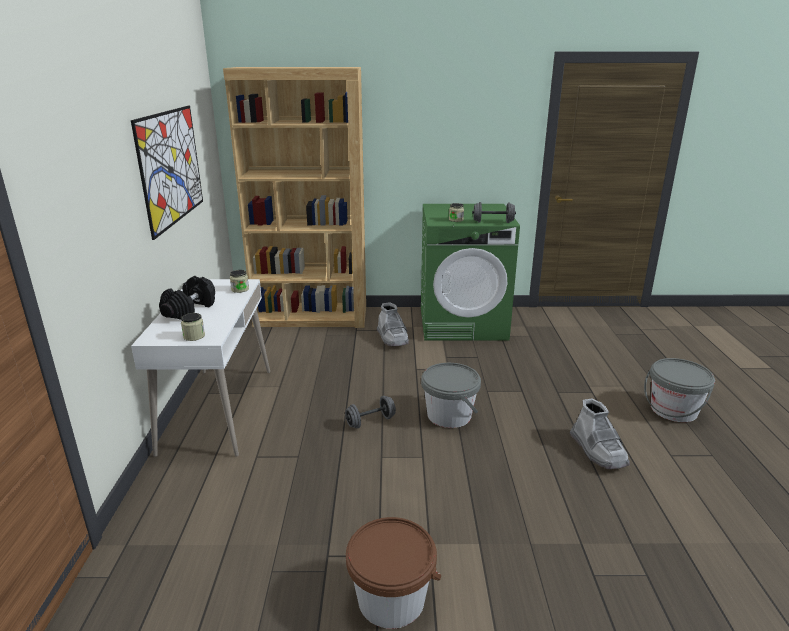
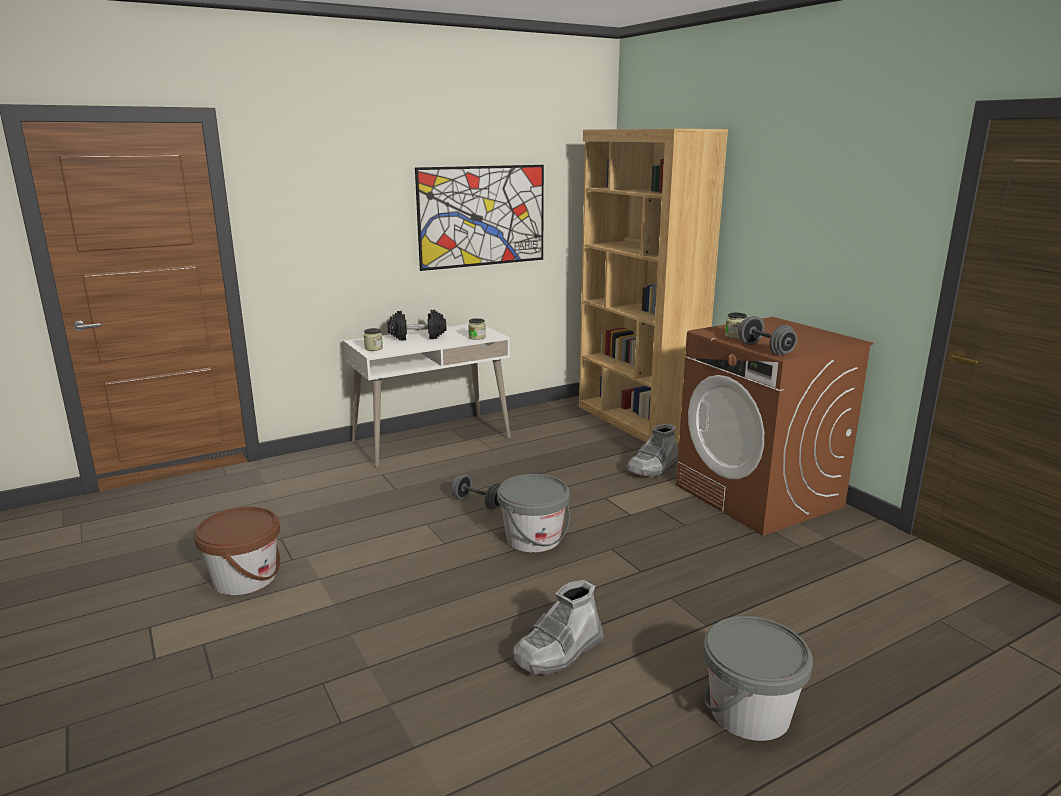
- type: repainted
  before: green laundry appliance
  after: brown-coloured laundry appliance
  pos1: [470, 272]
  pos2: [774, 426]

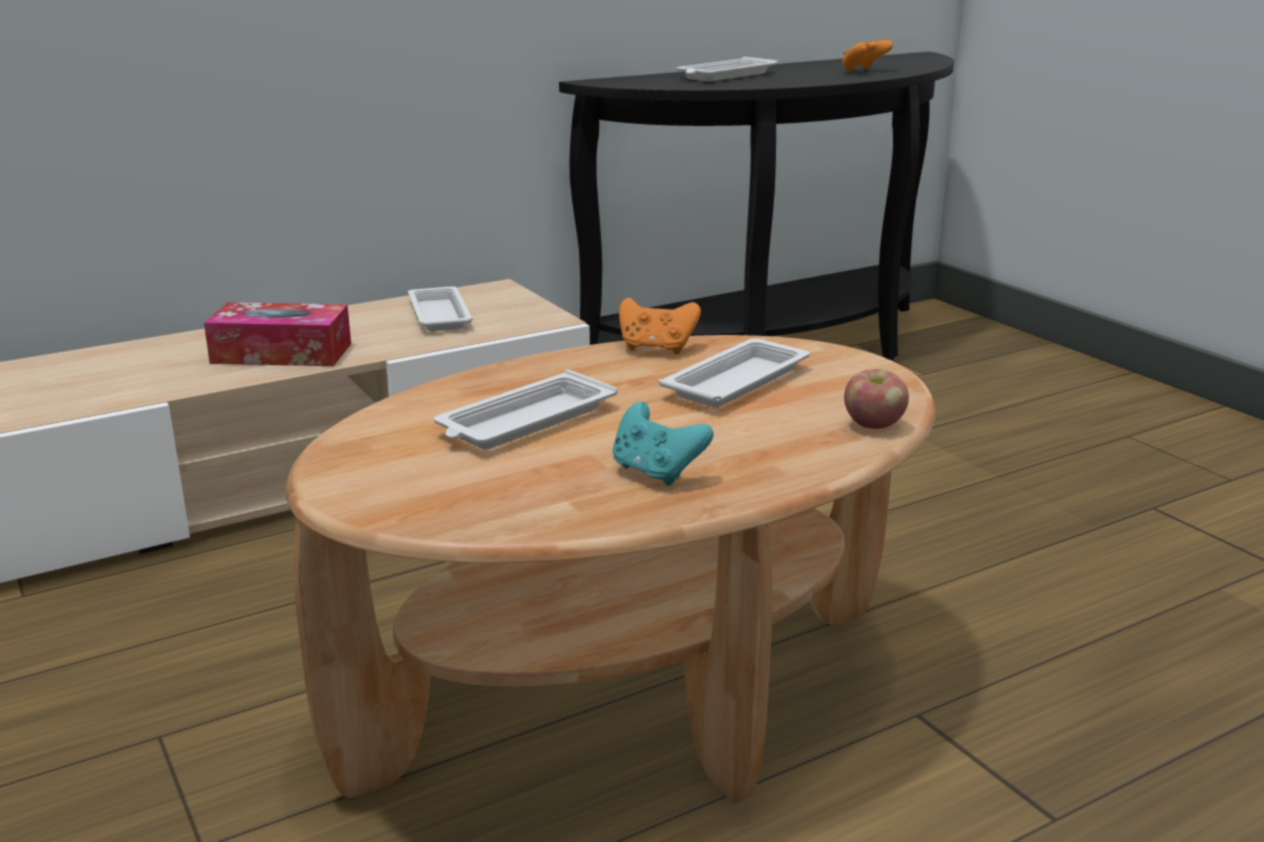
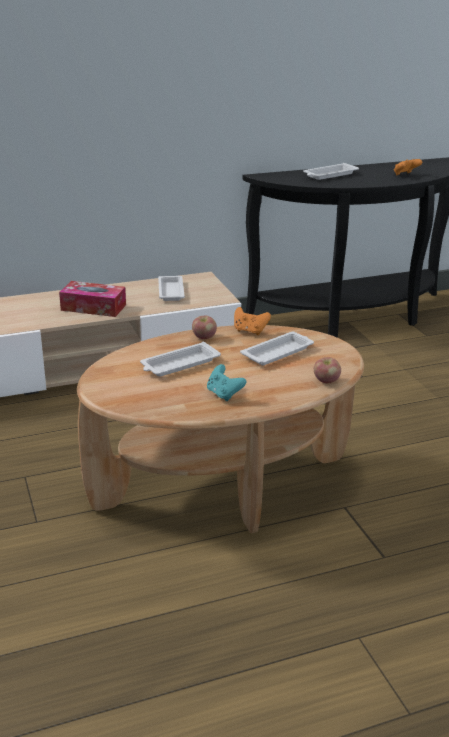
- type: new
  after: whole apple
  pos2: [204, 327]

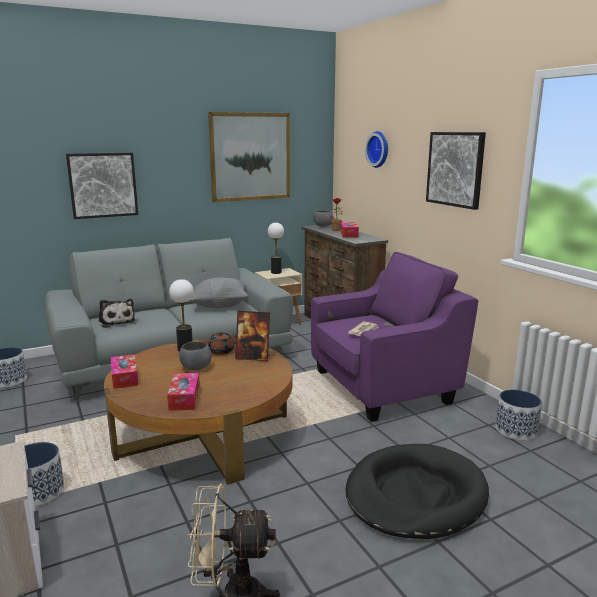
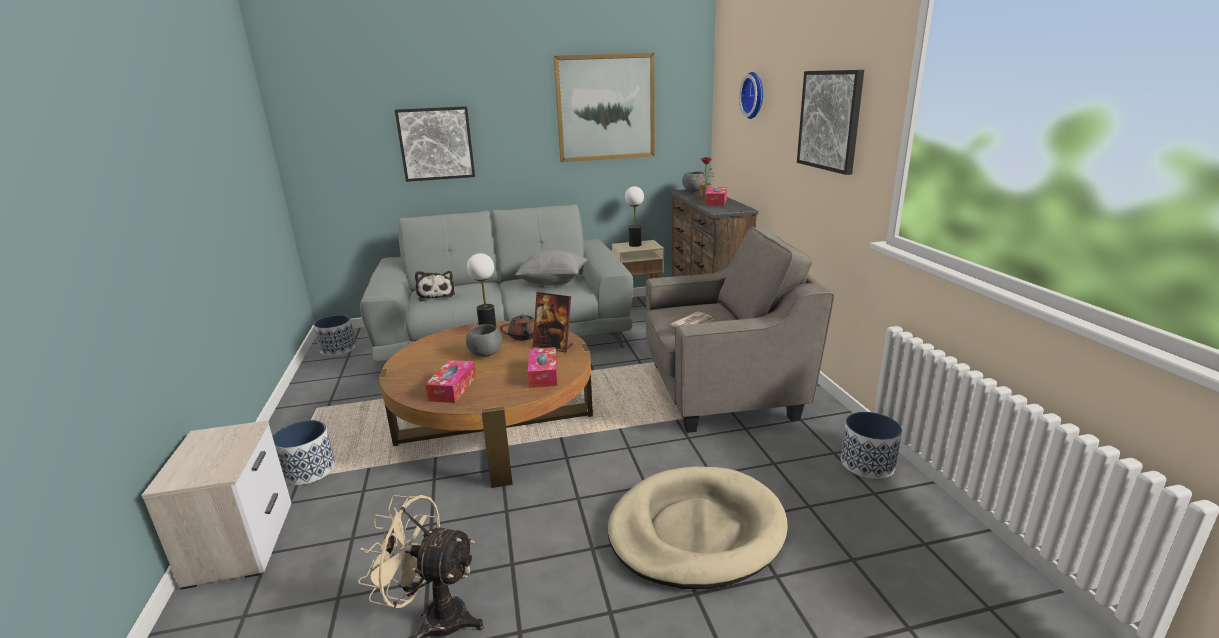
- type: shifted
  before: tissue box
  pos1: [124, 371]
  pos2: [542, 367]
- type: repainted
  before: purple-coloured armchair
  after: greyish armchair
  pos1: [394, 337]
  pos2: [740, 330]
- type: repainted
  before: blackish dog bed
  after: beige dog bed
  pos1: [417, 491]
  pos2: [698, 528]

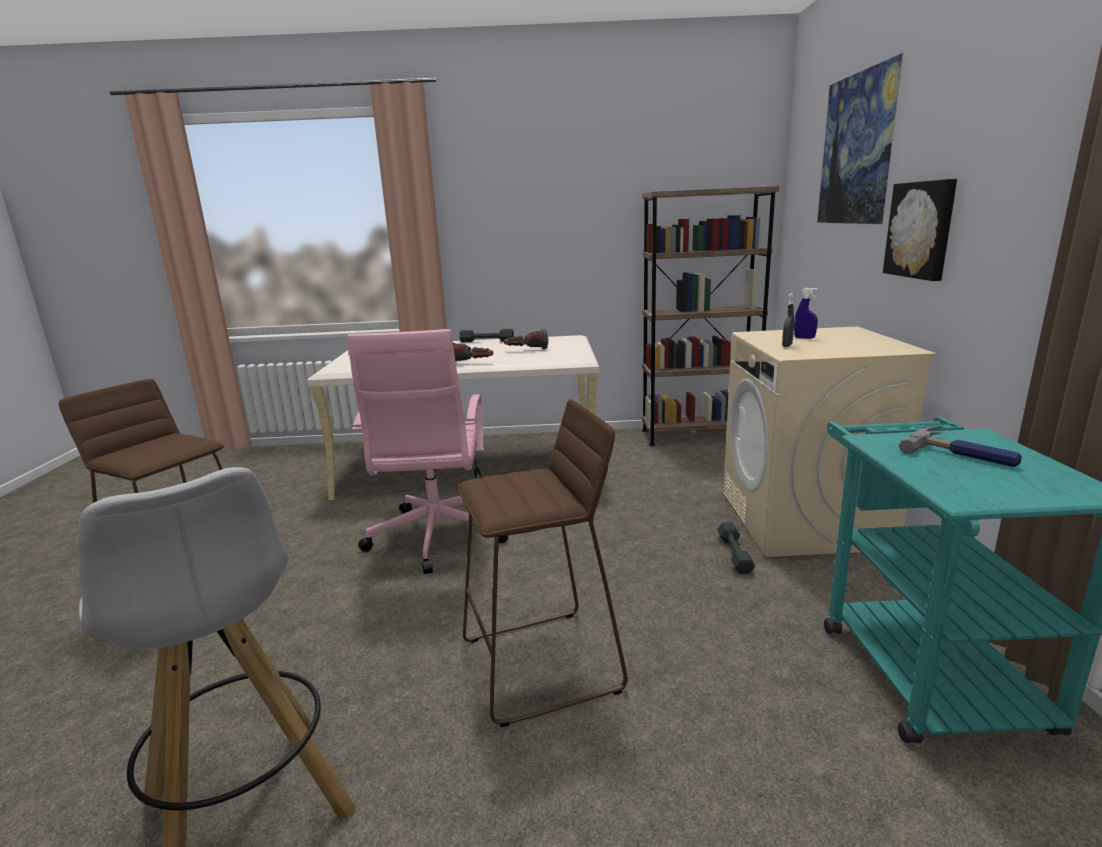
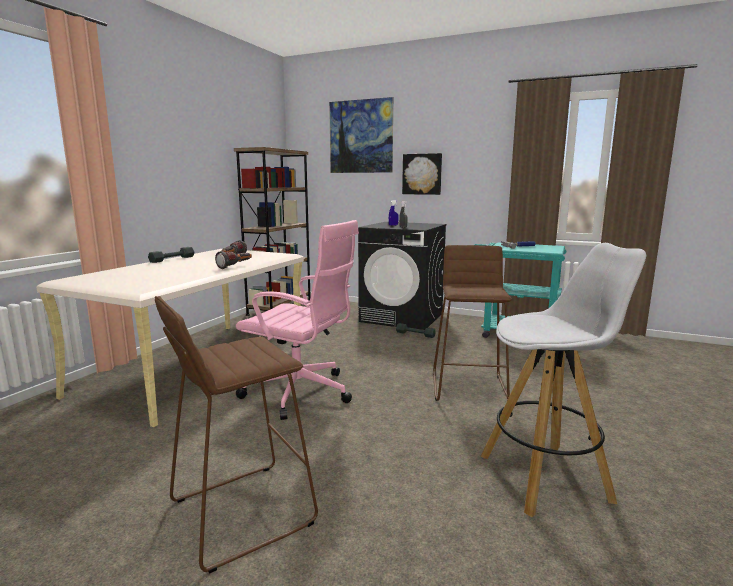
- type: repainted
  before: beige laundry appliance
  after: blackish laundry appliance
  pos1: [830, 441]
  pos2: [402, 276]

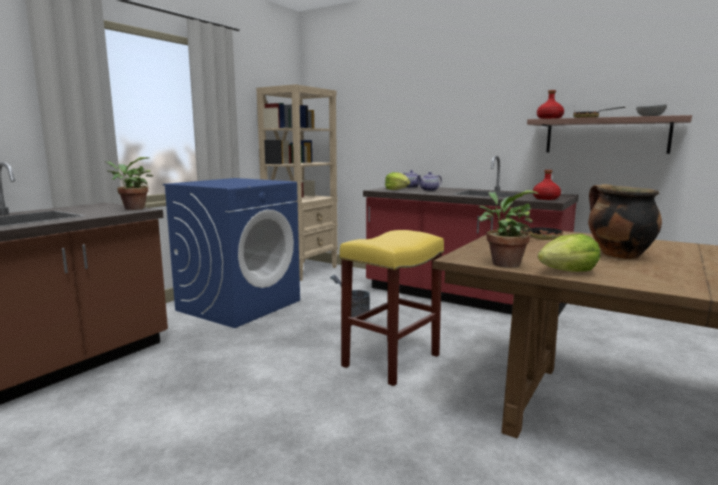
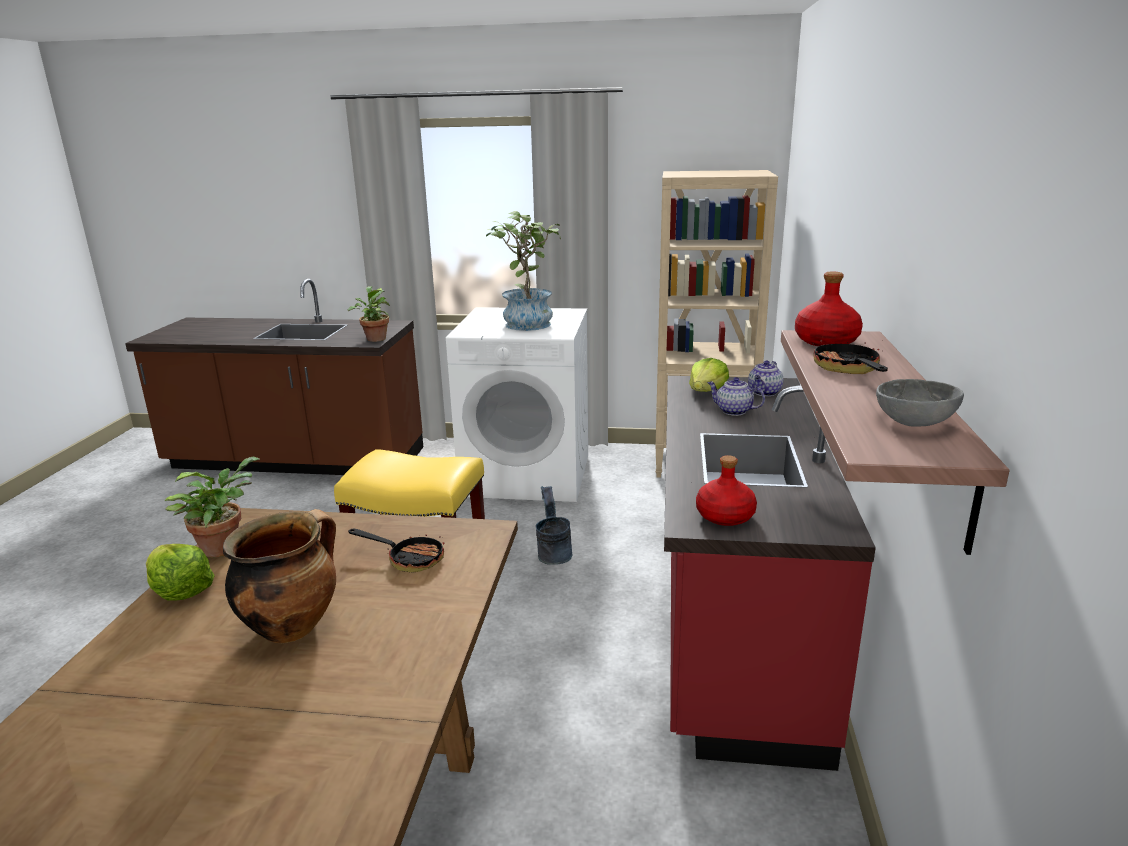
- type: new
  after: houseplant
  pos2: [523, 271]
- type: repainted
  before: bluish laundry appliance
  after: whitish laundry appliance
  pos1: [231, 253]
  pos2: [517, 404]

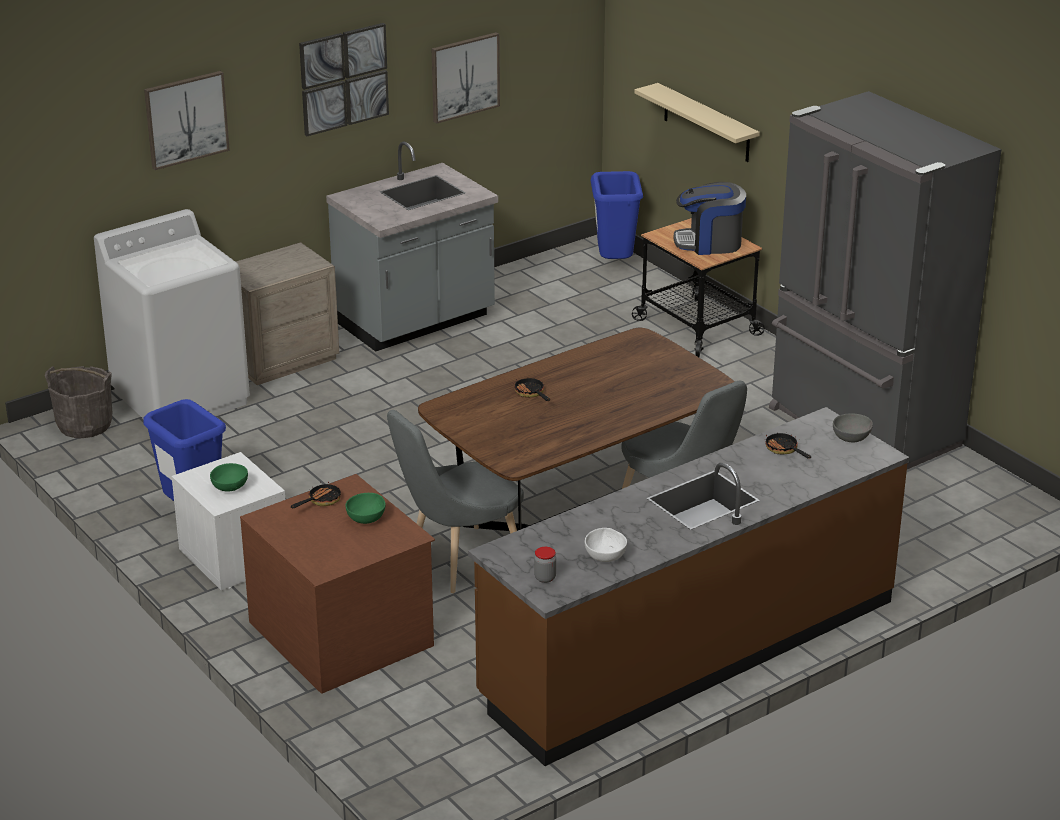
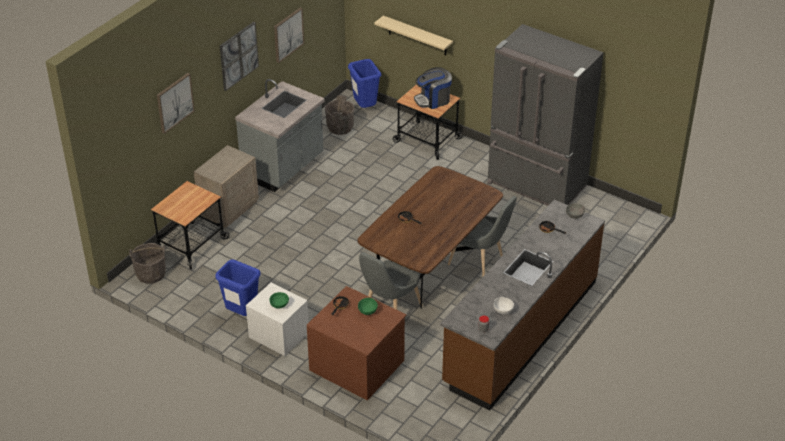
- type: new
  after: greyish water bucket
  pos2: [339, 115]
- type: swapped
  before: whitish laundry appliance
  after: trolley
  pos1: [172, 314]
  pos2: [190, 225]

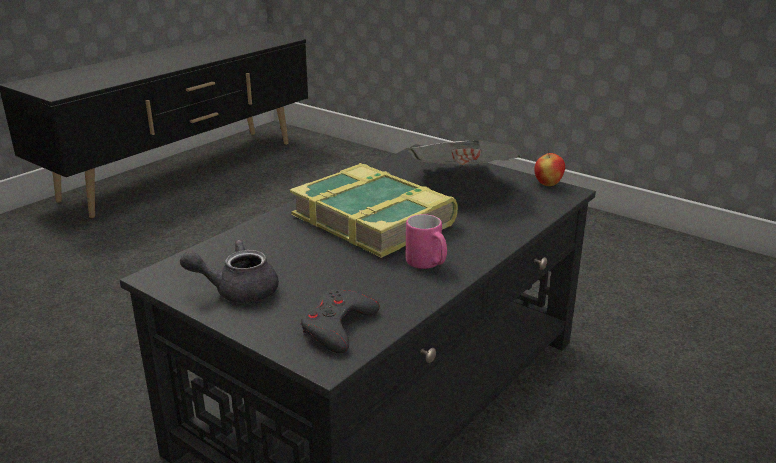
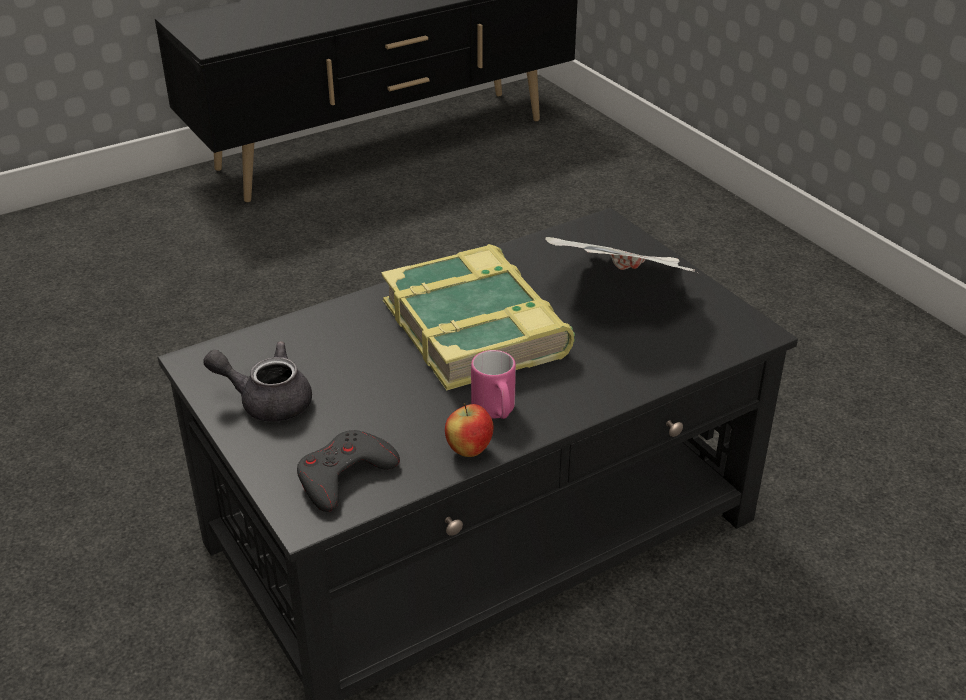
- type: shifted
  before: whole apple
  pos1: [549, 168]
  pos2: [469, 430]

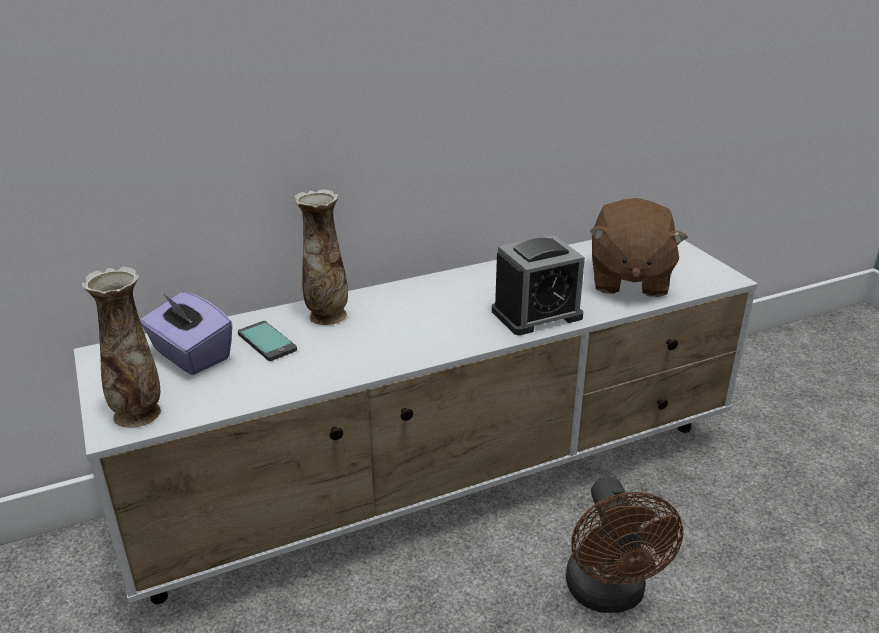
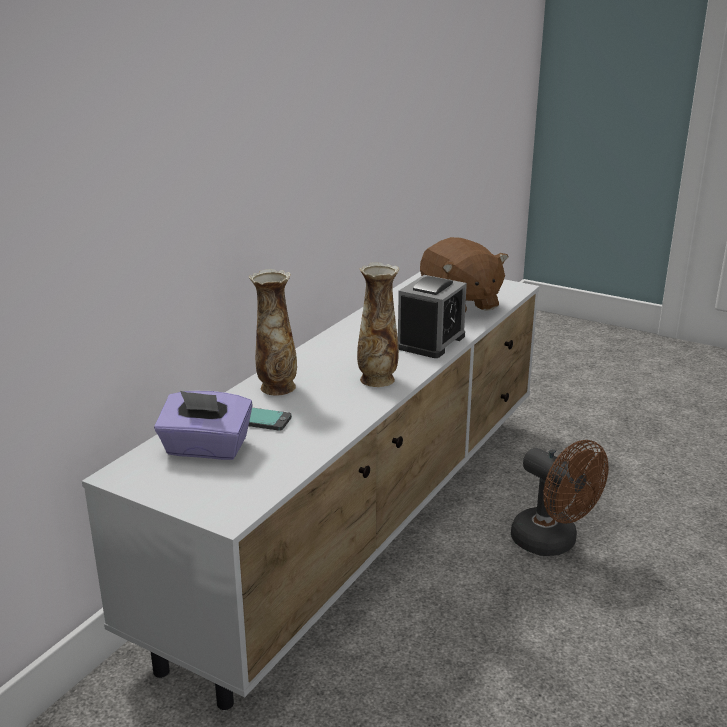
- type: shifted
  before: flower vase
  pos1: [121, 347]
  pos2: [378, 324]

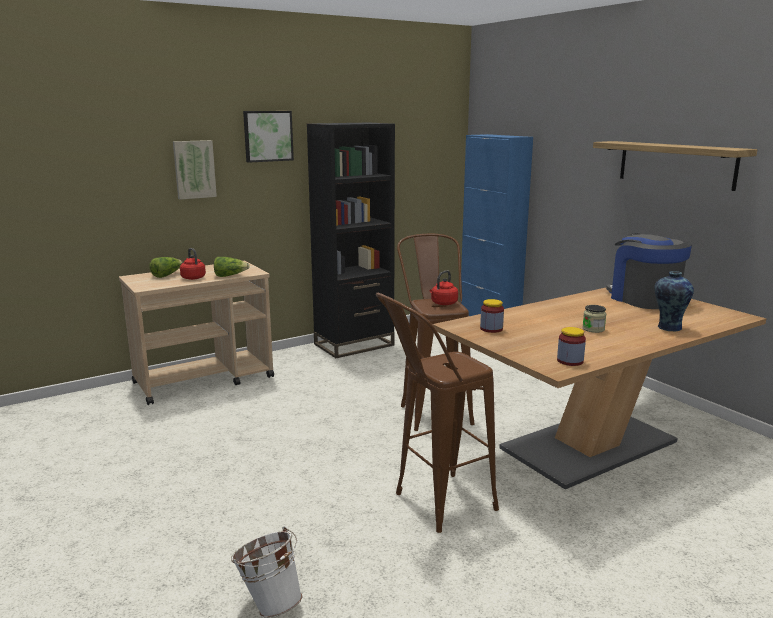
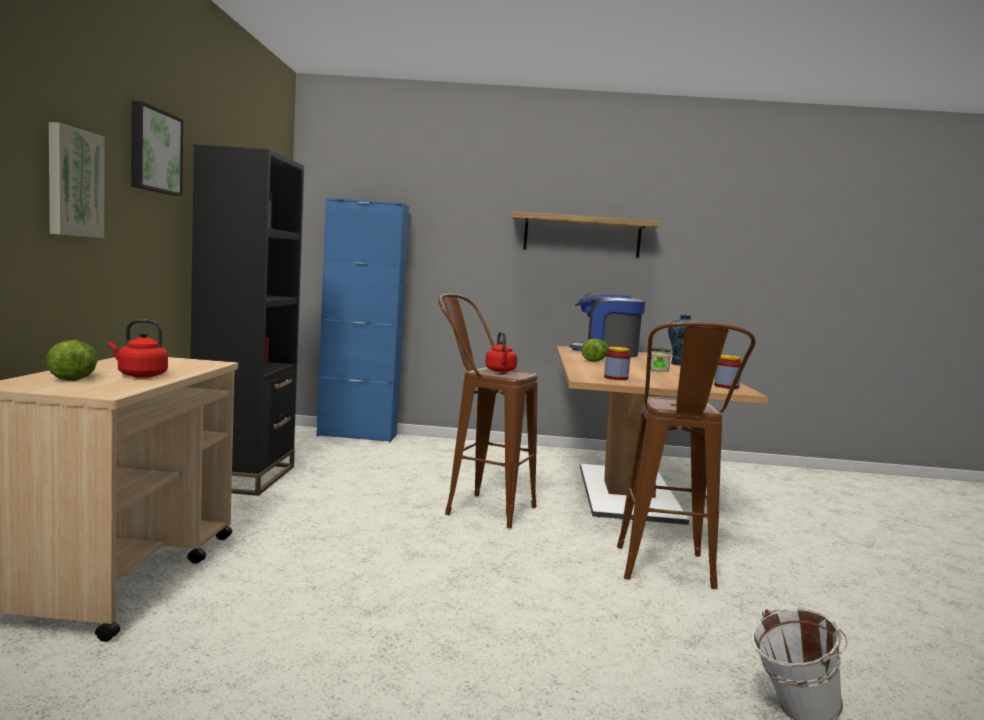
- type: shifted
  before: lettuce
  pos1: [232, 267]
  pos2: [595, 350]

